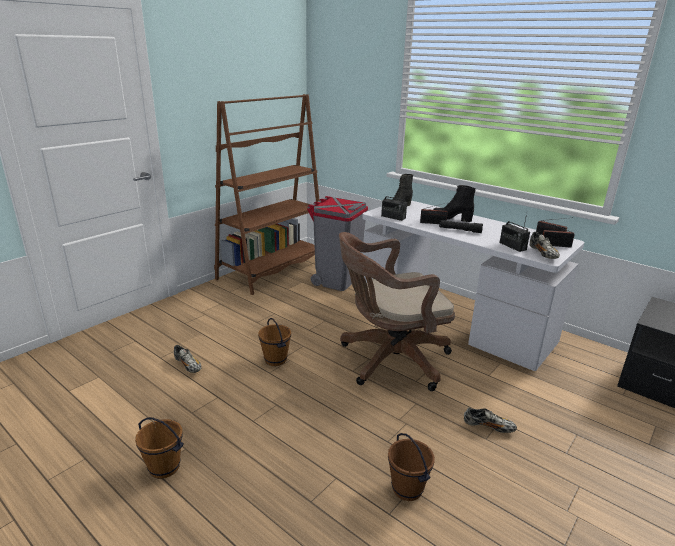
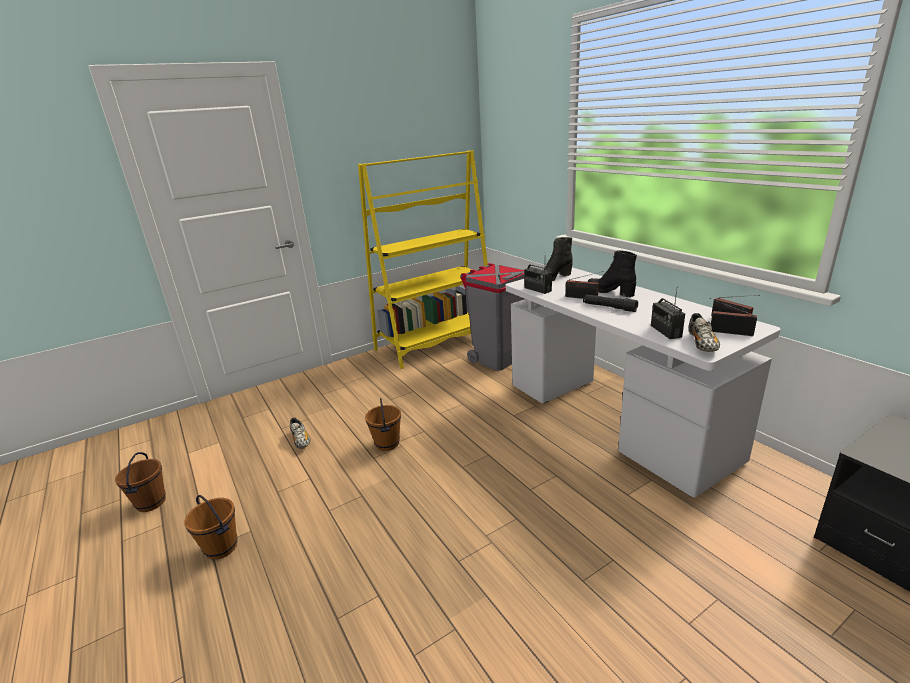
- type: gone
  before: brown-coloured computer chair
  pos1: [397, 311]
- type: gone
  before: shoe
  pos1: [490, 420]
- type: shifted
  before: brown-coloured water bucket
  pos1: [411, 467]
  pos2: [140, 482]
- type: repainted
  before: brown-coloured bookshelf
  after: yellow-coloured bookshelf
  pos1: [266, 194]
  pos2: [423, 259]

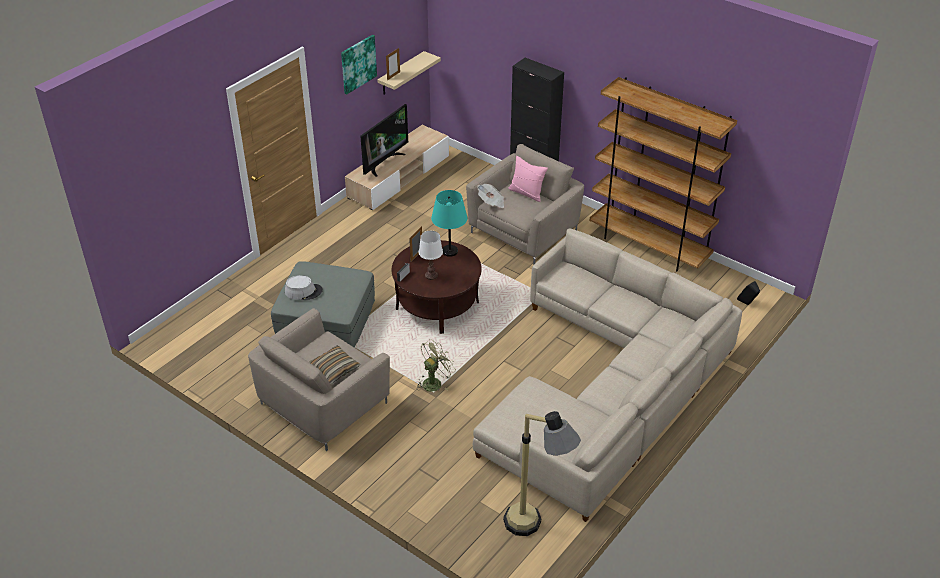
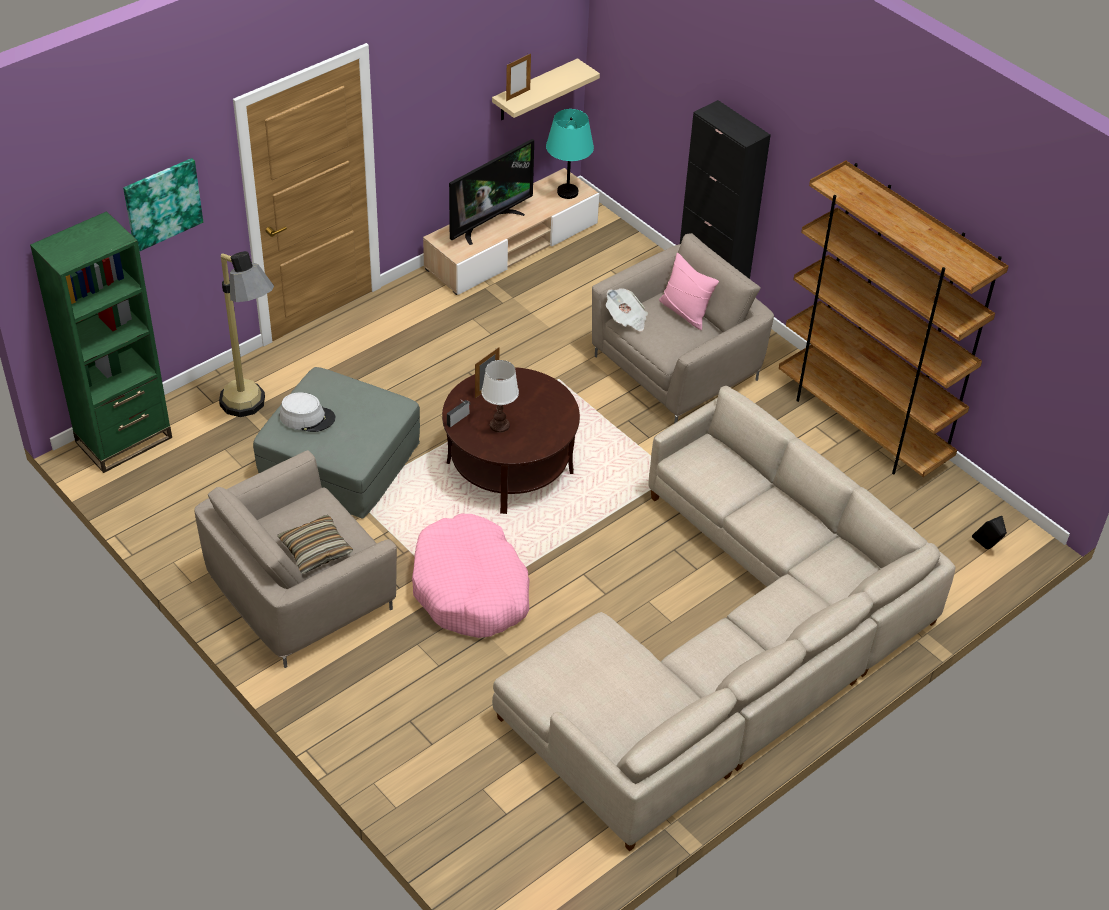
- type: new
  after: green bookshelf
  pos2: [101, 342]
- type: shifted
  before: wall picture
  pos1: [359, 64]
  pos2: [163, 205]
- type: shifted
  before: turquoise-coloured tabletop lamp
  pos1: [449, 223]
  pos2: [570, 154]
- type: shifted
  before: standard lamp
  pos1: [542, 473]
  pos2: [246, 334]
- type: swapped
  before: green fan
  after: pink dog bed
  pos1: [435, 365]
  pos2: [471, 576]

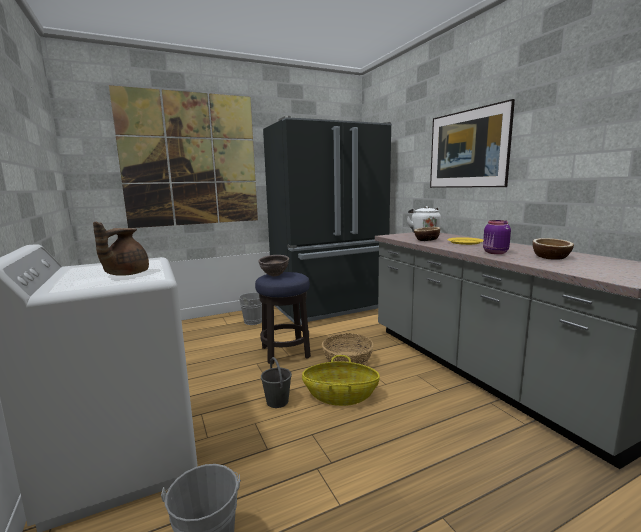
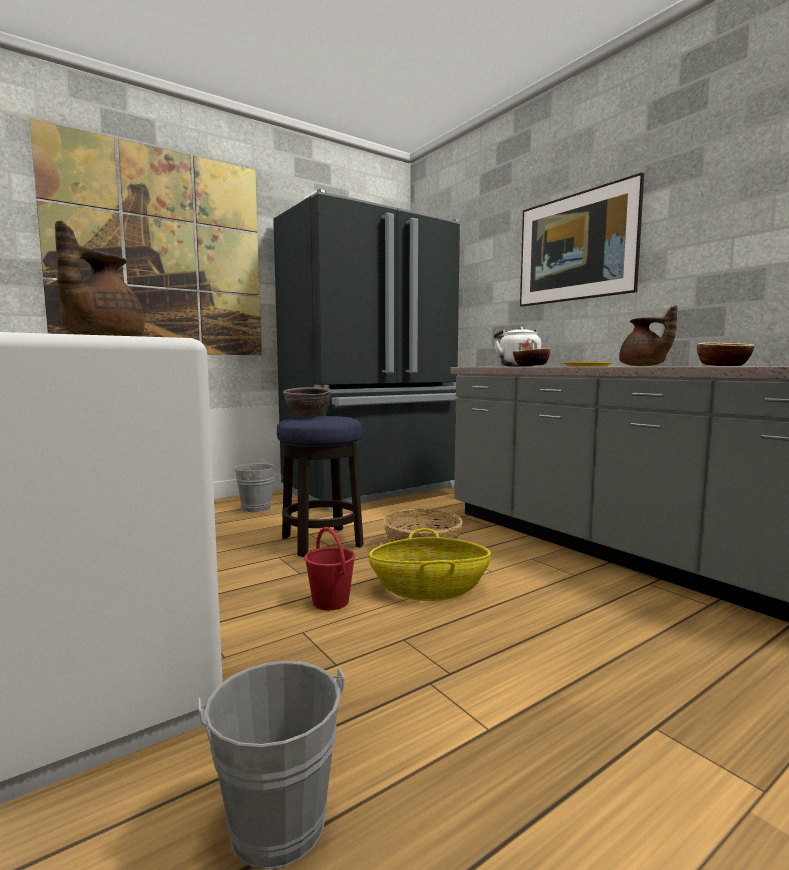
- type: swapped
  before: purple-coloured jar
  after: brown-coloured teapot
  pos1: [497, 237]
  pos2: [648, 335]
- type: repainted
  before: greyish water bucket
  after: reddish water bucket
  pos1: [276, 382]
  pos2: [330, 568]

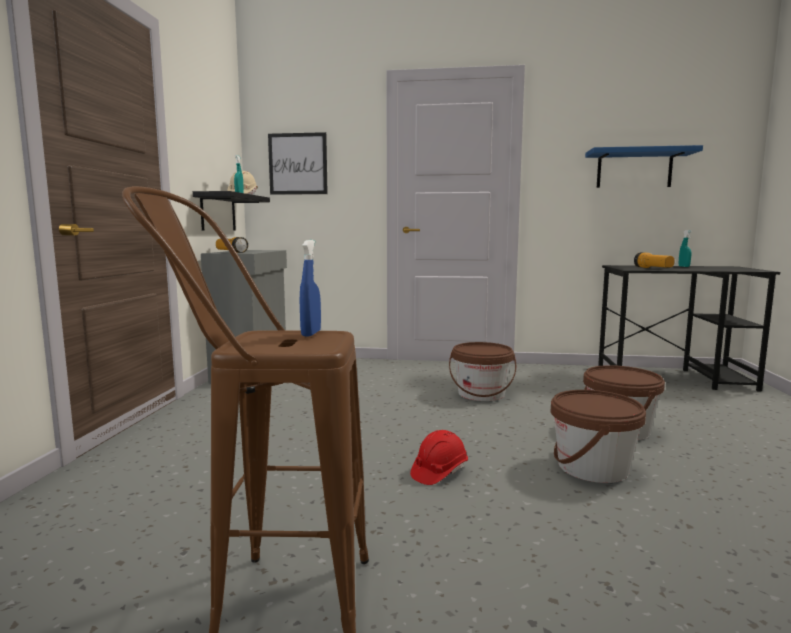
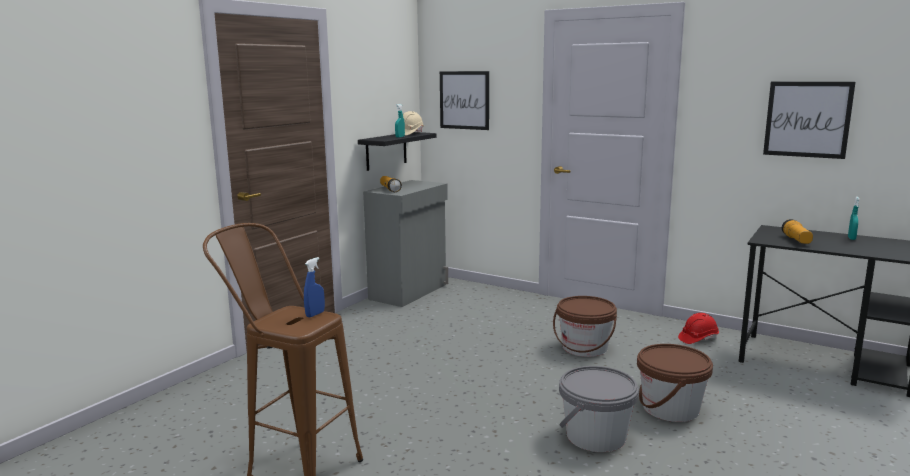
- type: shifted
  before: reddish work helmet
  pos1: [439, 457]
  pos2: [698, 328]
- type: swapped
  before: bluish wall shelf
  after: wall picture
  pos1: [644, 166]
  pos2: [809, 120]
- type: repainted
  before: brown-coloured water bucket
  after: greyish water bucket
  pos1: [598, 436]
  pos2: [599, 409]

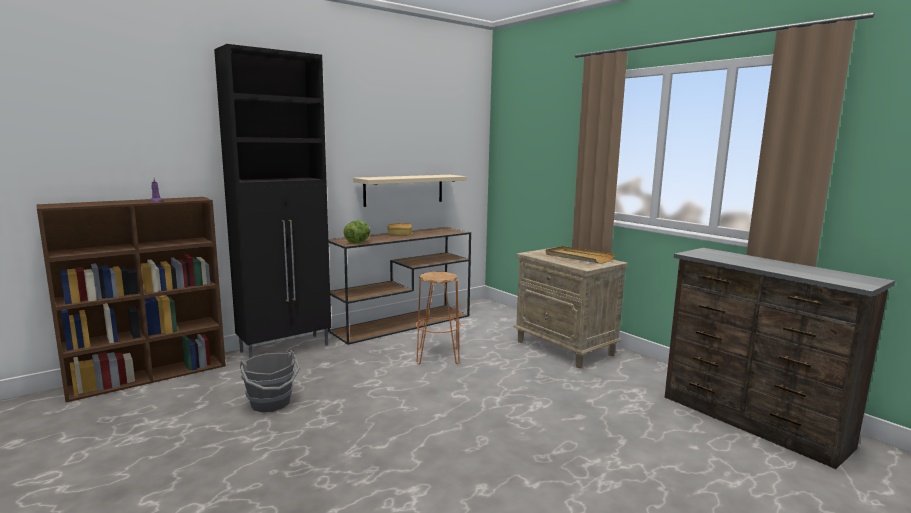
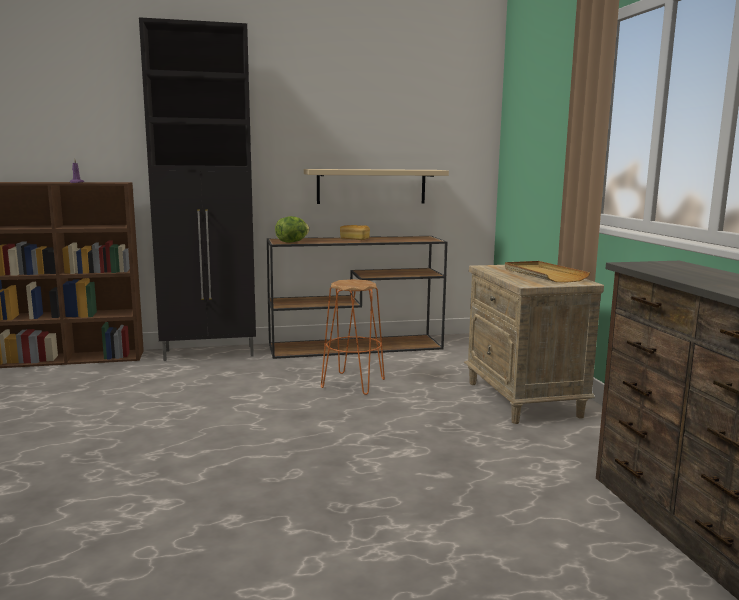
- type: gone
  before: greyish water bucket
  pos1: [270, 381]

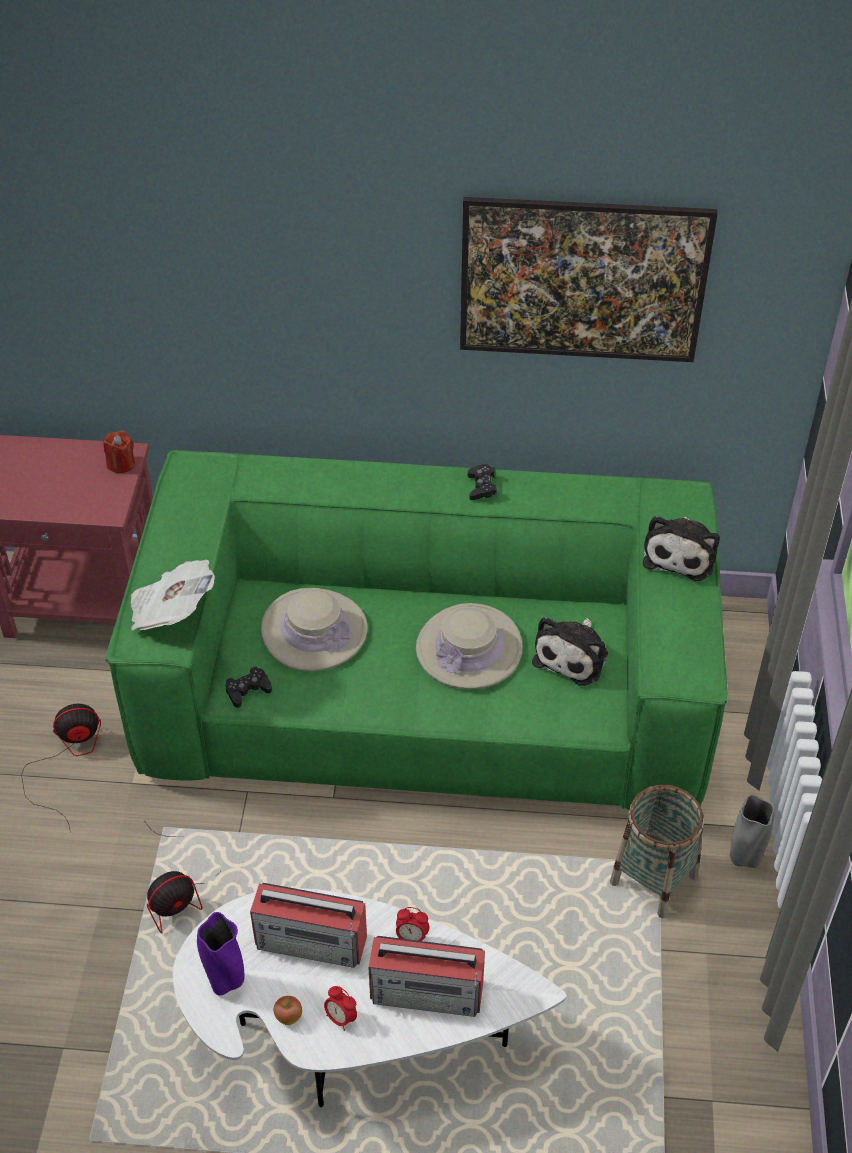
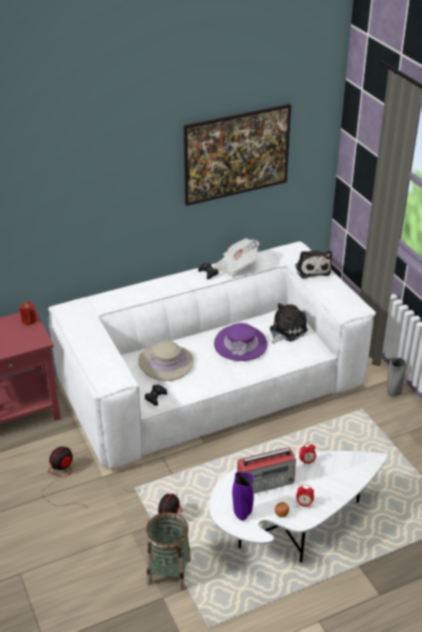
- type: gone
  before: radio set
  pos1: [426, 976]
- type: shifted
  before: printed paper
  pos1: [173, 595]
  pos2: [237, 257]
- type: shifted
  before: household basket
  pos1: [657, 851]
  pos2: [168, 551]
- type: repainted
  before: green settee
  after: whitish settee
  pos1: [416, 630]
  pos2: [212, 355]
- type: repainted
  before: beige hat
  after: purple-coloured hat
  pos1: [469, 646]
  pos2: [241, 342]
- type: rotated
  before: soft toy
  pos1: [570, 651]
  pos2: [289, 323]
  turn: -135

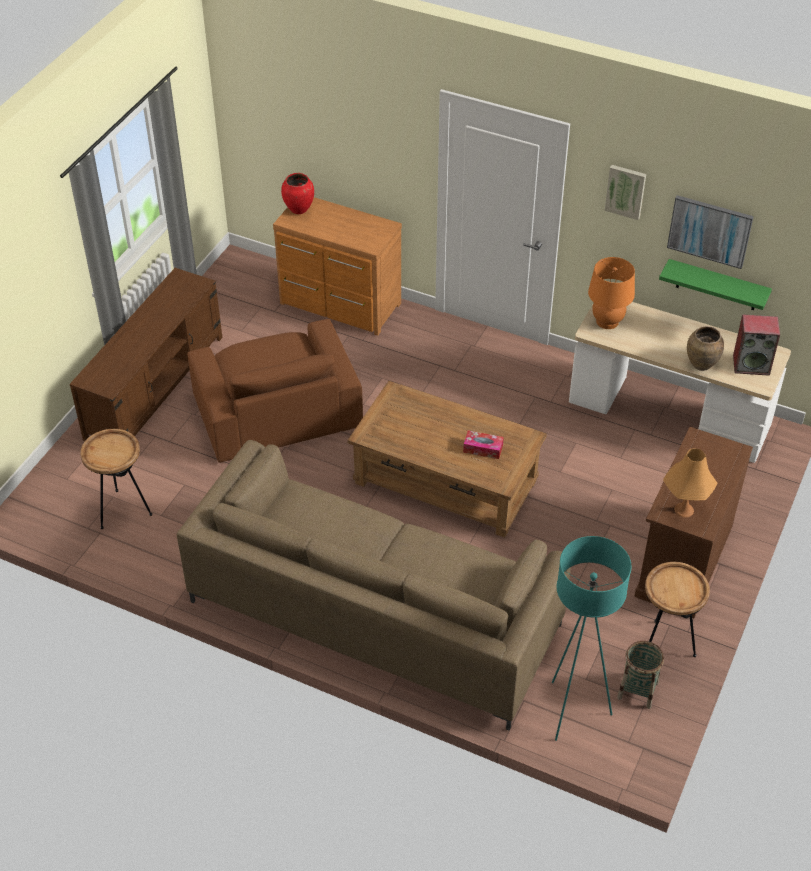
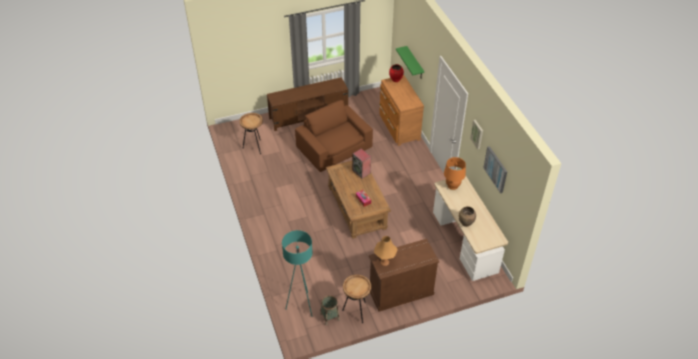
- type: gone
  before: brown-coloured settee
  pos1: [374, 585]
- type: shifted
  before: green wall shelf
  pos1: [715, 284]
  pos2: [410, 62]
- type: shifted
  before: speaker
  pos1: [756, 345]
  pos2: [361, 164]
- type: rotated
  before: brown-coloured armchair
  pos1: [275, 391]
  pos2: [334, 136]
  turn: 120

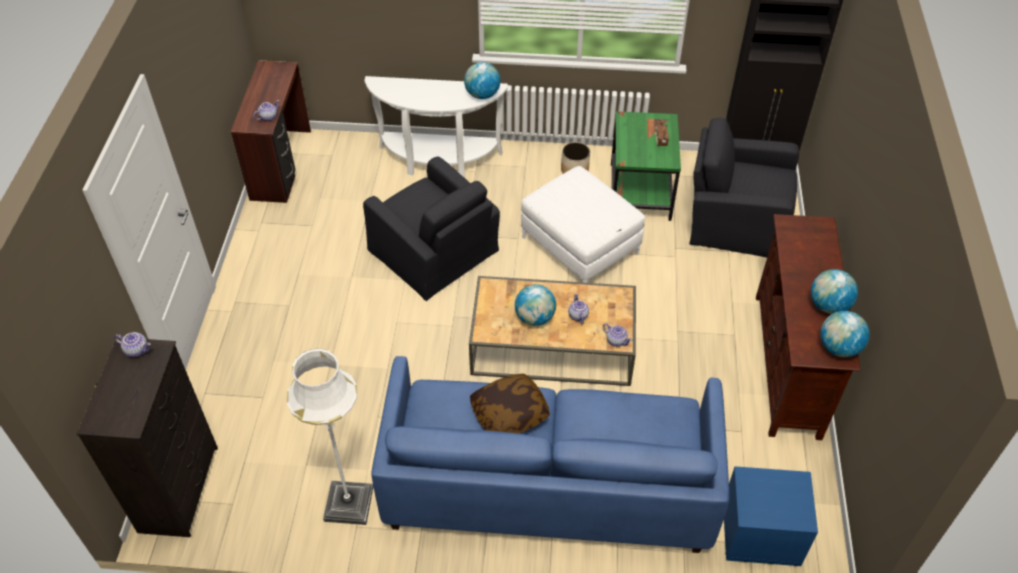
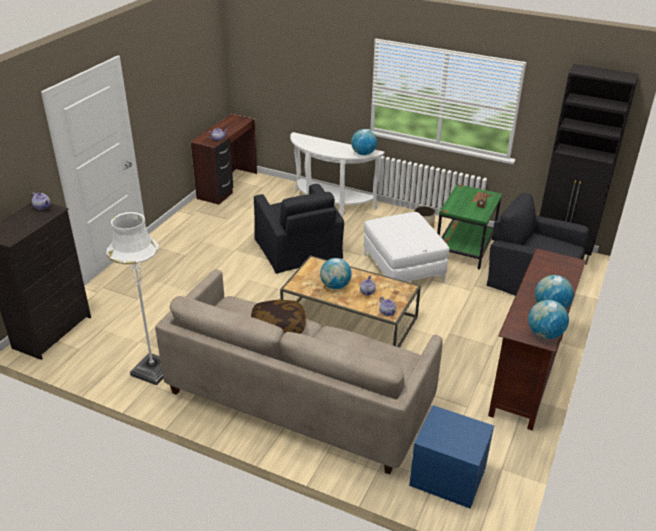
- type: repainted
  before: bluish settee
  after: beige settee
  pos1: [550, 454]
  pos2: [299, 371]

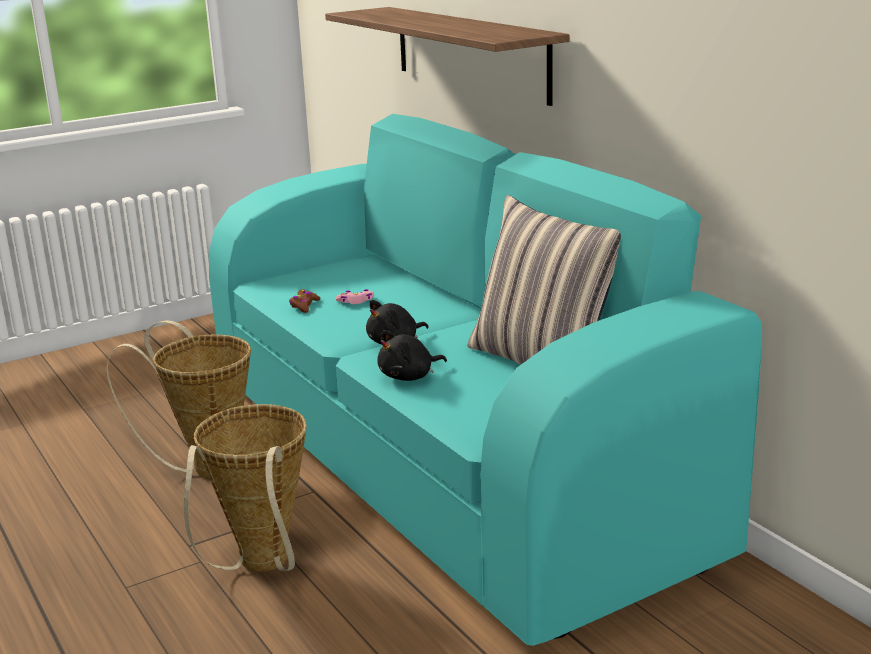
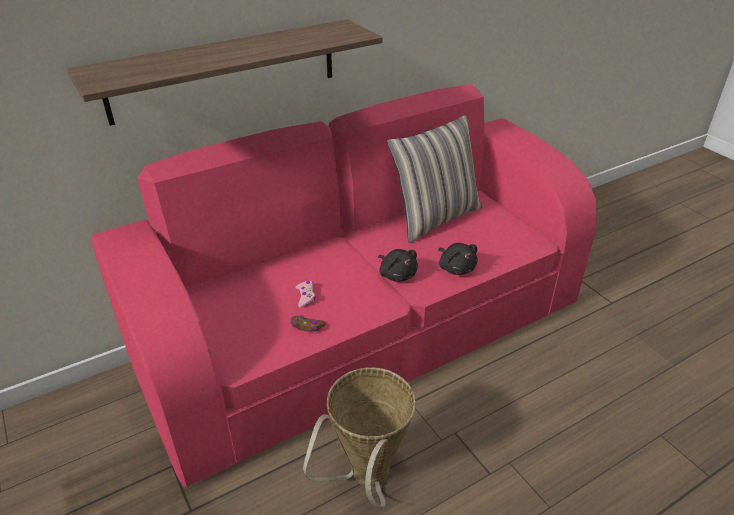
- type: gone
  before: household basket
  pos1: [245, 488]
- type: repainted
  before: turquoise-coloured settee
  after: pink settee
  pos1: [485, 380]
  pos2: [344, 285]

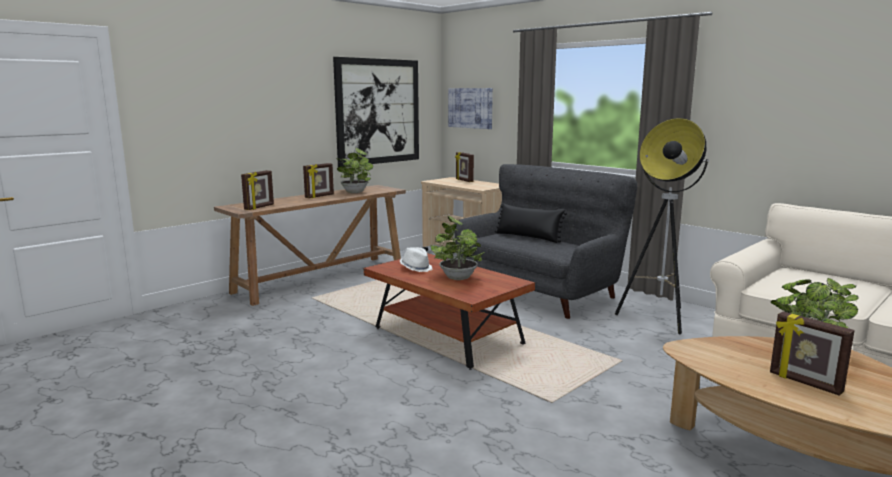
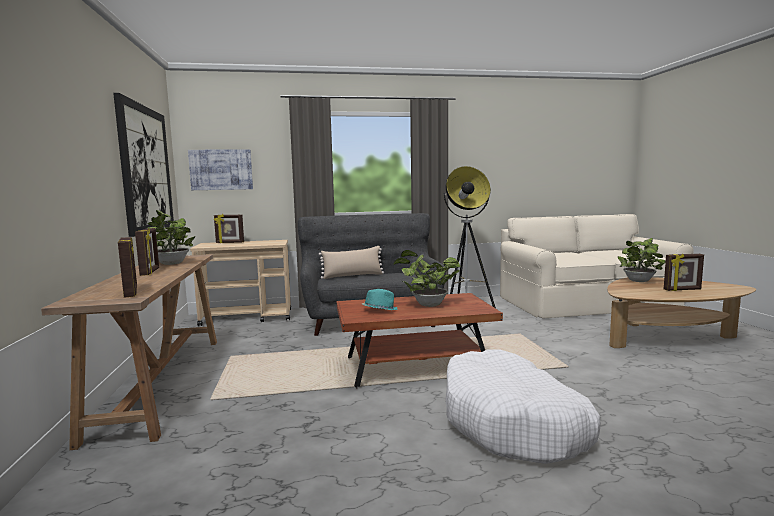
- type: new
  after: whitish dog bed
  pos2: [523, 406]
- type: repainted
  before: whitish hat
  after: turquoise-coloured hat
  pos1: [416, 259]
  pos2: [380, 299]
- type: repainted
  before: blackish pillow
  after: beige pillow
  pos1: [531, 223]
  pos2: [351, 262]

